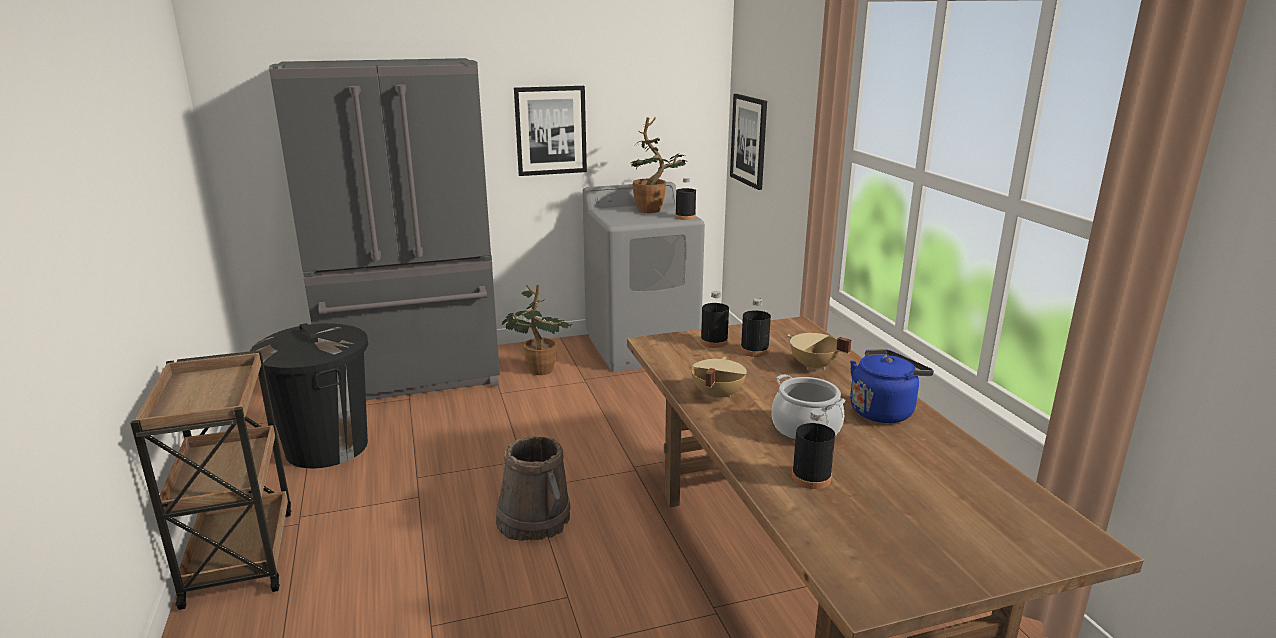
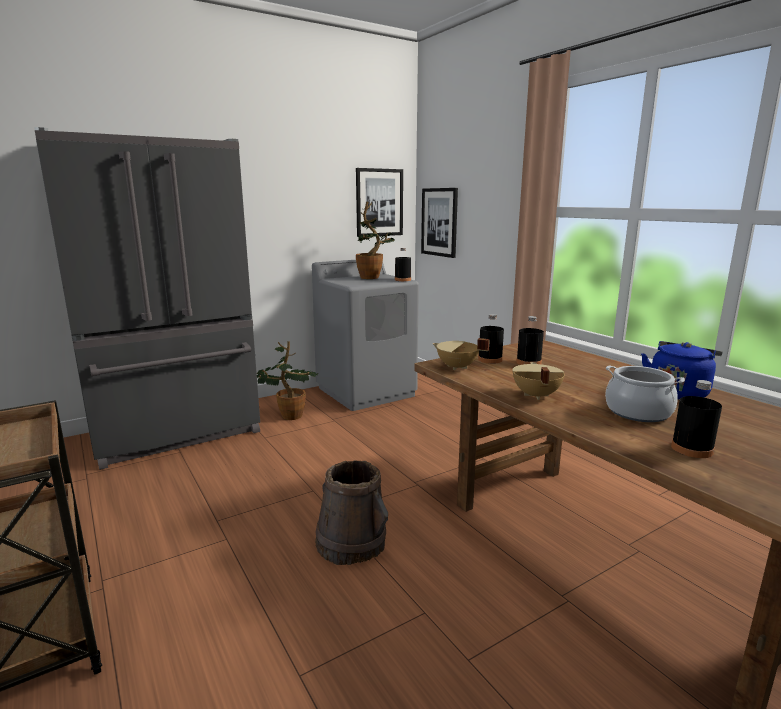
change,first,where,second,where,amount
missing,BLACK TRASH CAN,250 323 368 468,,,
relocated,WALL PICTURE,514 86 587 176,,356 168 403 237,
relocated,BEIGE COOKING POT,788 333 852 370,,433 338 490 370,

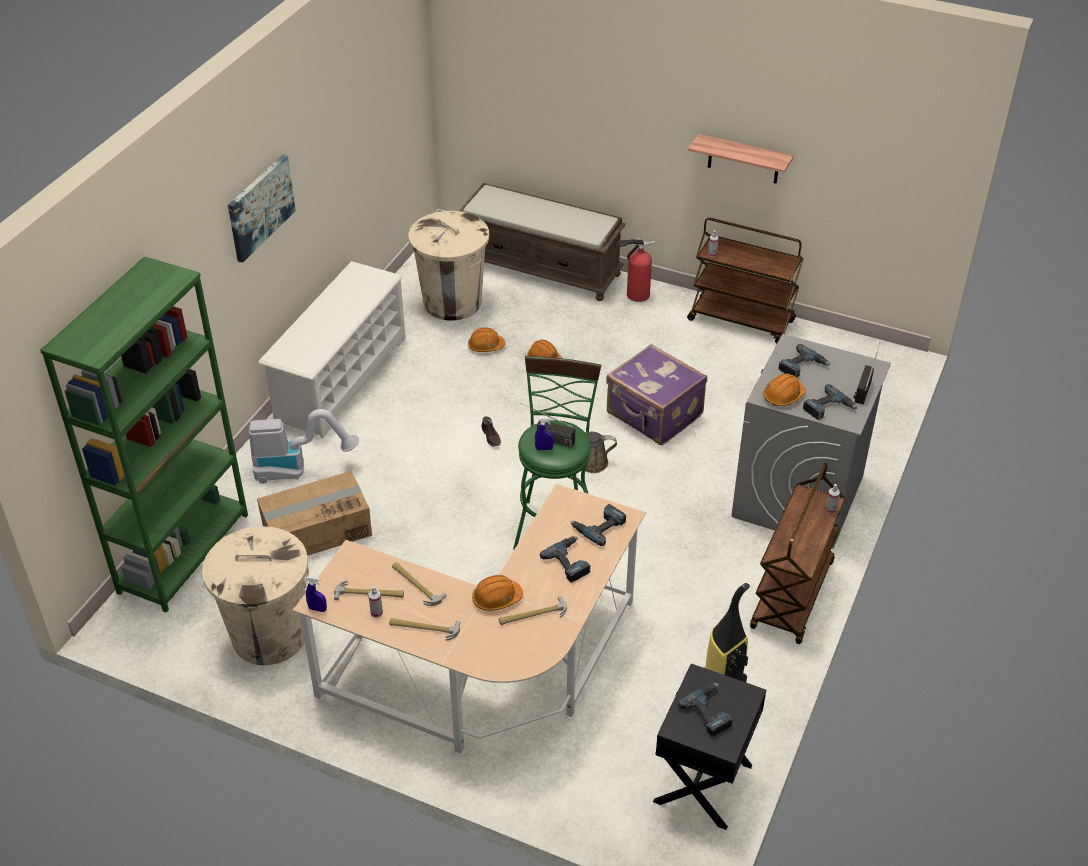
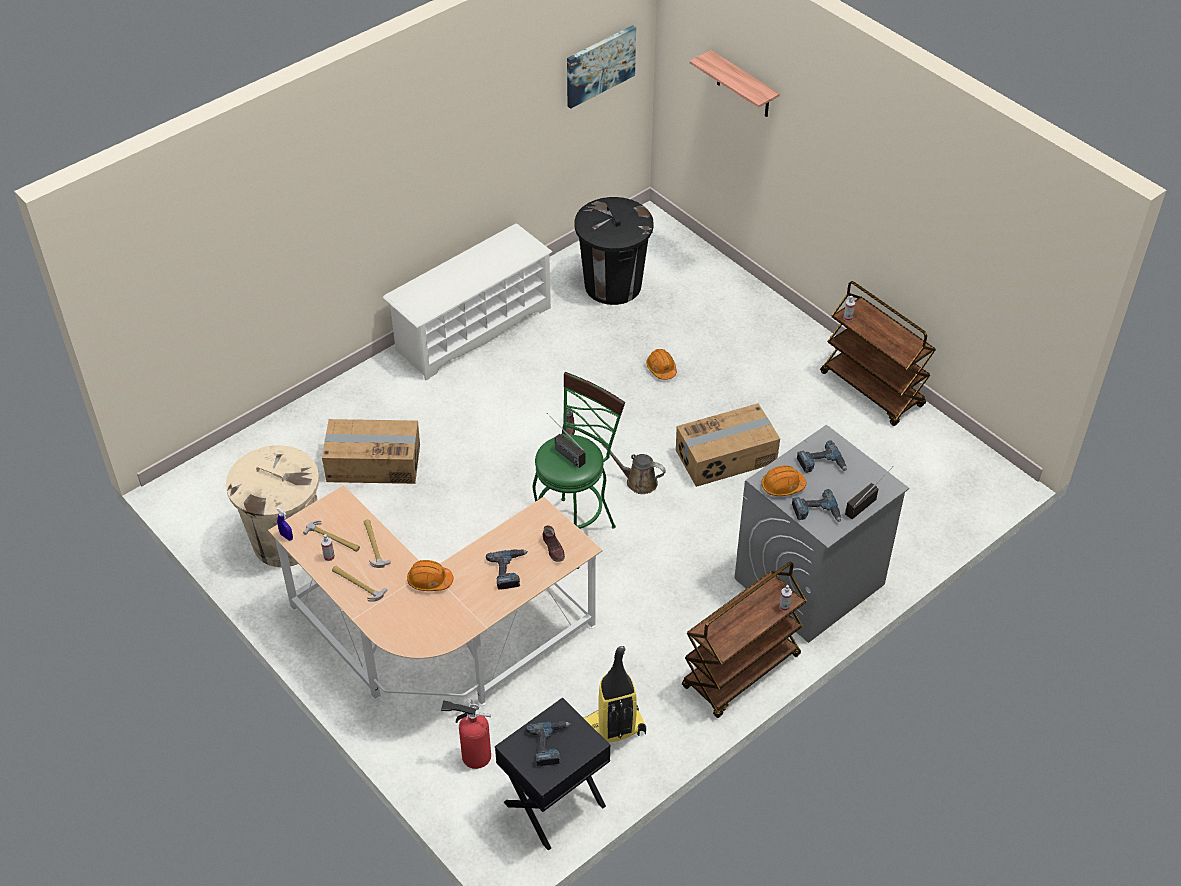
change,first,where,second,where,amount
missing,GREENISH BOOKCASE,40 256 248 613,,,
relocated,WALL PICTURE,228 155 296 263,,567 25 636 109,
missing,VACUUM,249 409 359 484,,,
colour,BEIGE TRASH CAN,409 211 489 321,BLACK TRASH CAN,574 197 654 305,
missing,BROWN-COLOURED BENCH,459 183 626 301,,,
missing,ORANGE WORK HELMET,468 327 505 352,,,
missing,TOOL HAMMER,499 596 567 625,,,
missing,BLUE SPRAY BOTTLE,535 417 554 450,,,
exchanged,POWER DRILL,570 504 626 546,BROWN-COLOURED ITEM OF FOOTWEAR,543 525 565 562,
exchanged,PURPLISH SUITCASE,606 344 707 445,CARTON,676 403 780 487,
relocated,FIRE EXTINGUISHER,617 238 655 302,,441 699 491 769,
relocated,SHELF,688 134 793 184,,690 50 780 117,

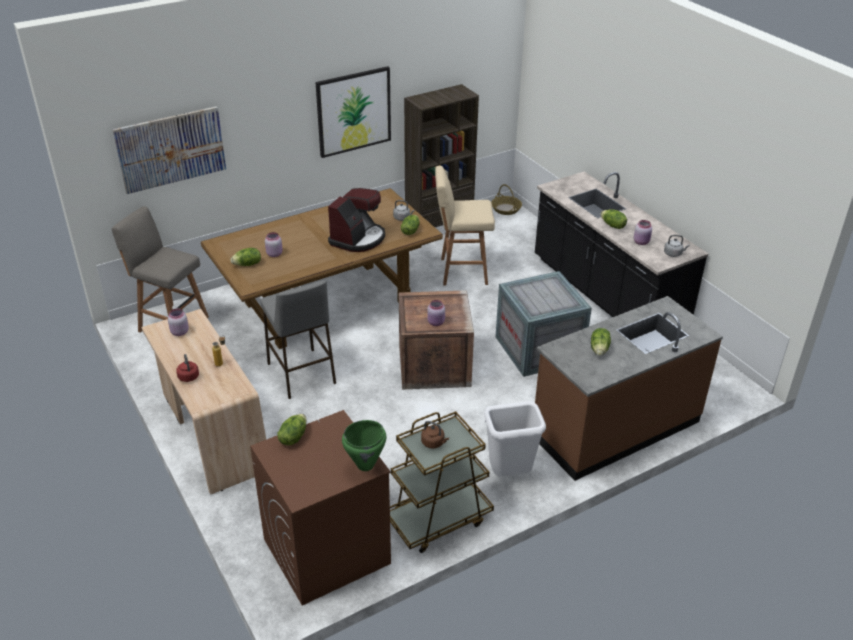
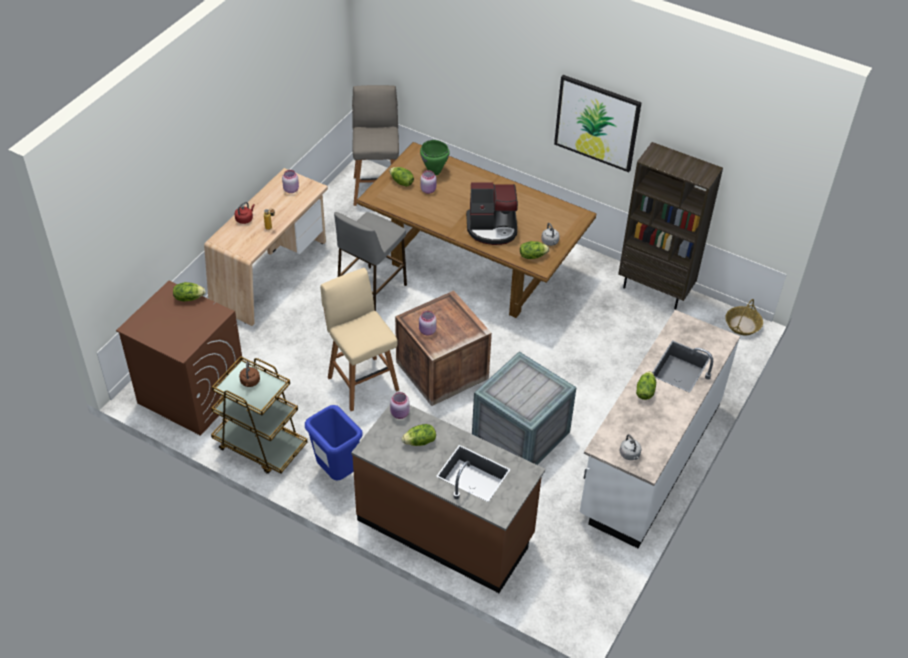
change,first,where,second,where,amount
missing,WALL PICTURE,112 106 226 194,,,
relocated,GREENISH COOKING POT,342 420 386 471,,420 140 450 175,
relocated,BEIGE SITTING STOOL,435 166 495 285,,320 268 399 411,
colour,WHITE-COLOURED TRASH CAN,484 401 546 476,BLUE TRASH CAN,305 405 362 481,
colour,BLACK COUNTER,535 172 708 317,WHITE-COLOURED COUNTER,580 310 740 548,
relocated,PINK PRESERVE JAR,634 220 652 245,,390 392 410 419,

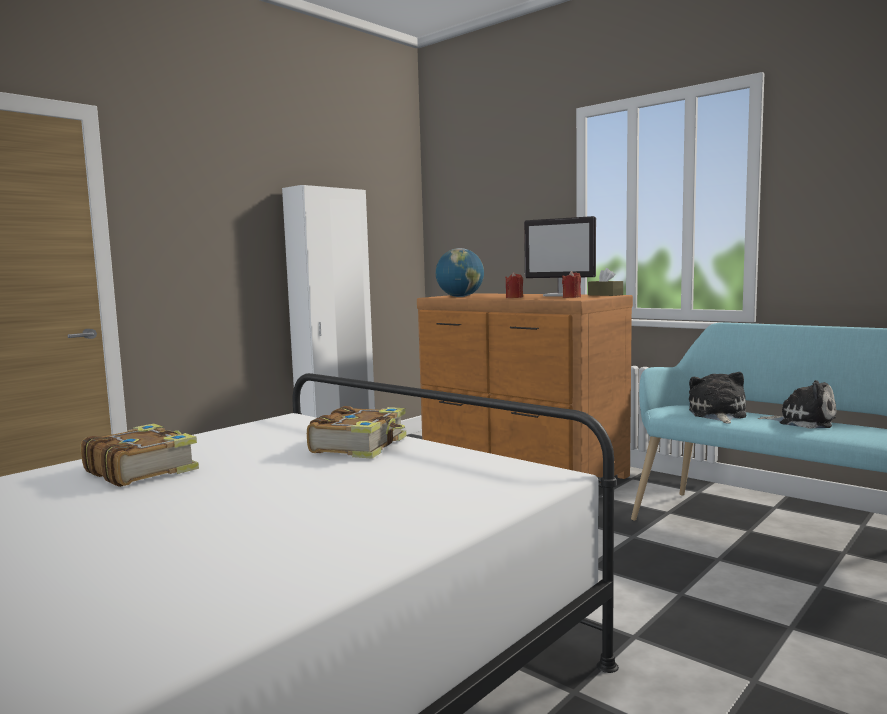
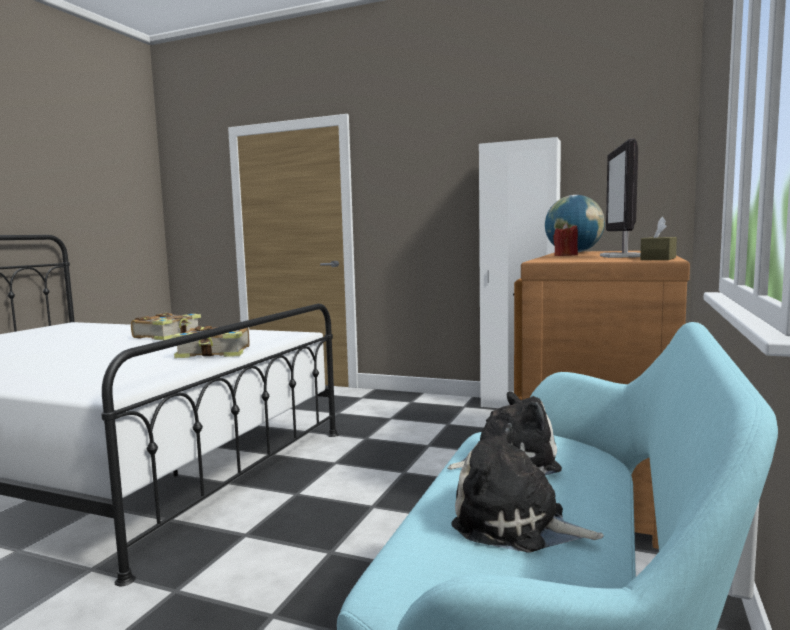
change,first,where,second,where,amount
missing,REDDISH WAX LIGHT,562 271 581 298,,,
spun,PLUSH TOY,758 380 836 428,,451 423 604 553,105 degrees clockwise

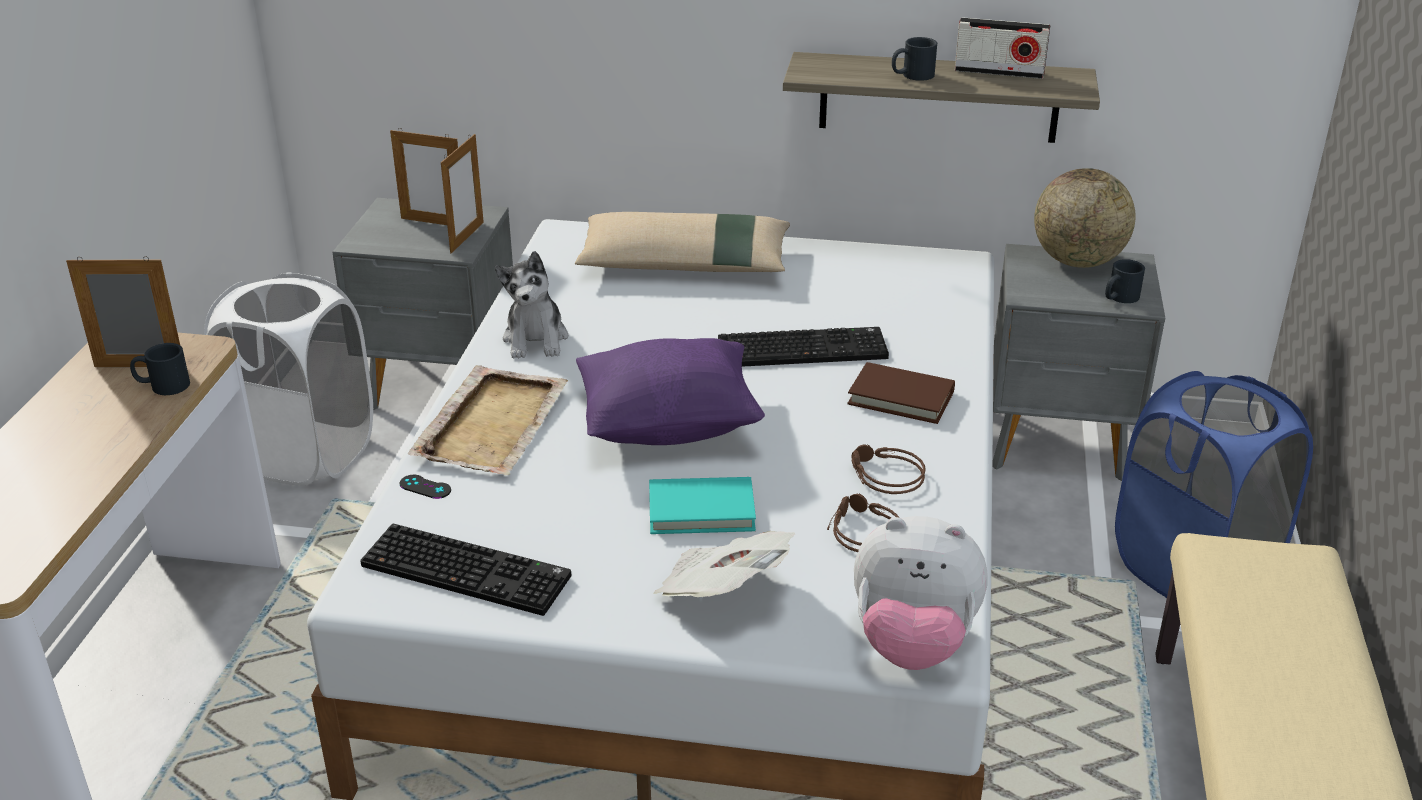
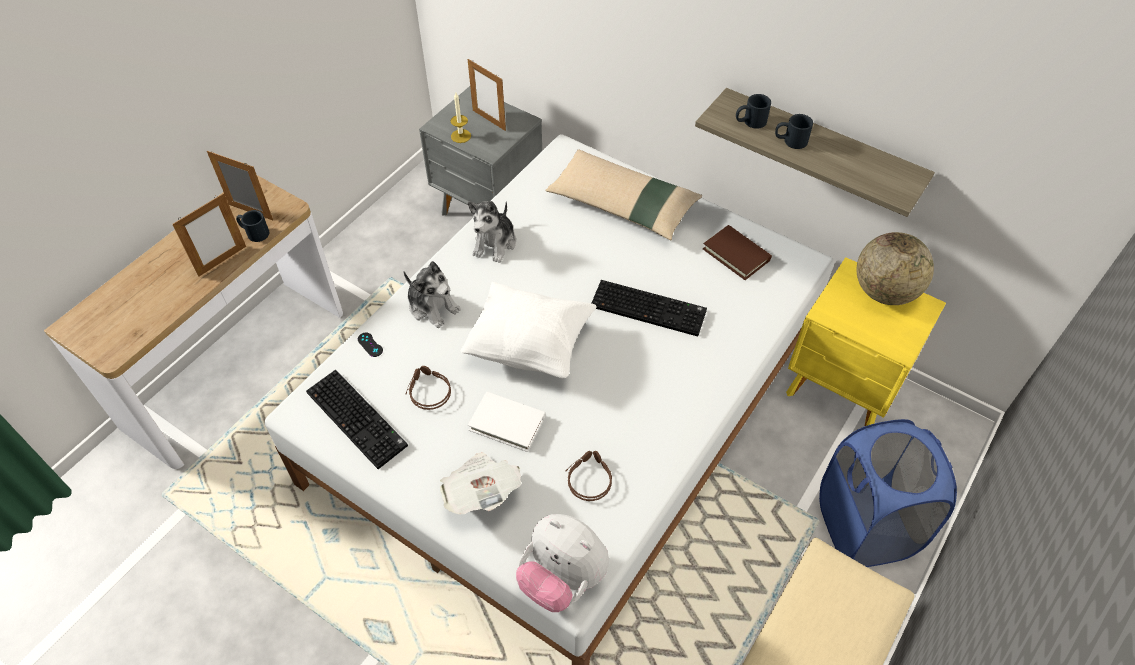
change,first,where,second,where,amount
missing,WHITE-COLOURED LAUNDRY BASKET,204 272 373 486,,,
exchanged,BEIGE SERVING TRAY,408 365 568 475,PLUSH TOY,403 261 461 328,
relocated,PICTURE FRAME,441 134 484 253,,172 193 246 277,
colour,PURPLISH THROW PILLOW,576 338 765 445,WHITE-COLOURED THROW PILLOW,461 282 597 378,
colour,BLUE-GREEN BOUND BOOK,649 477 756 534,WHITE-COLOURED BOUND BOOK,468 392 546 452,
relocated,BROWN-COLOURED BOUND BOOK,847 362 955 424,,703 225 772 280,
relocated,BROWN-COLOURED HEADPHONES,852 444 926 494,,406 366 451 410,
missing,RADIO RECEIVER,955 17 1050 79,,,
colour,GREYISH BEDSIDE TABLE,992 244 1165 481,YELLOWISH BEDSIDE TABLE,786 257 946 427,
relocated,BLACK TEA MUG,1105 259 1145 303,,736 94 771 129,
appeared,,,WAX LIGHT,450 93 471 143,

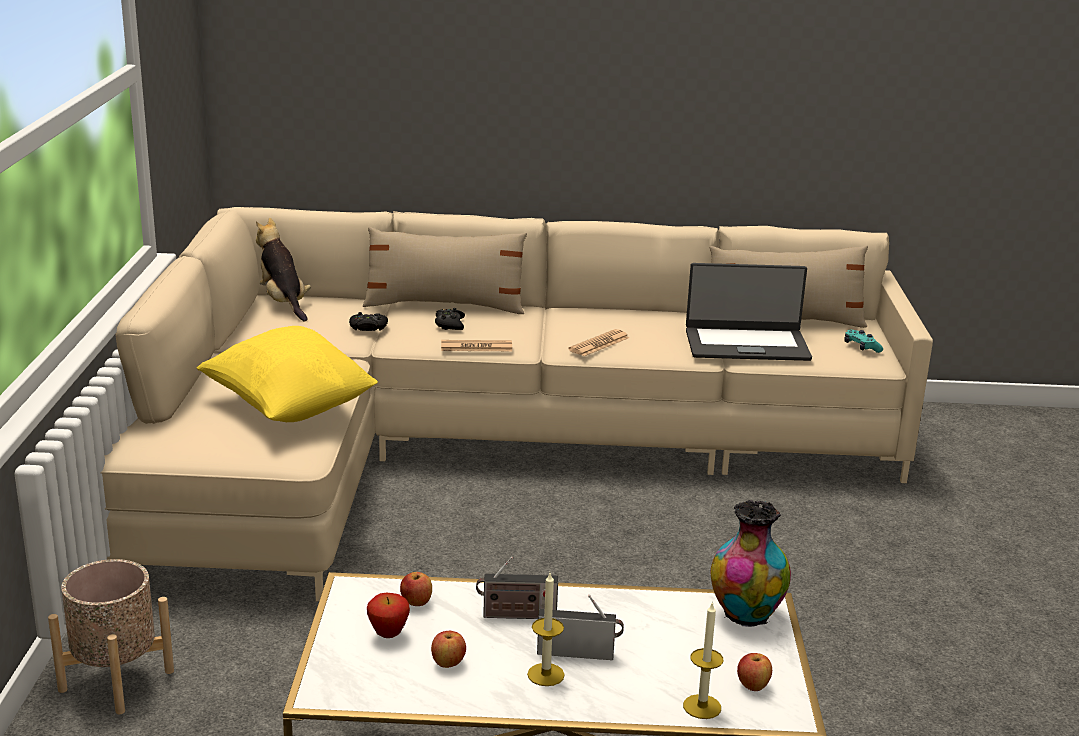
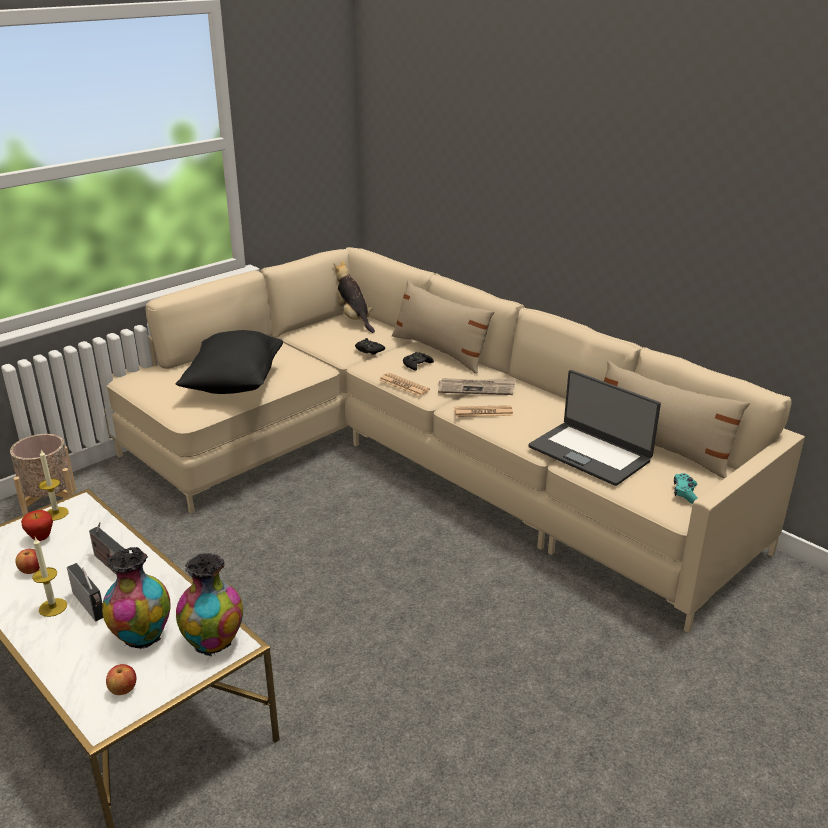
change,first,where,second,where,amount
colour,YELLOWISH THROW PILLOW,196 326 378 422,BLACK THROW PILLOW,176 330 283 394,
spun,PLUSH TOY,256 218 311 321,,334 260 375 333,45 degrees counterclockwise
missing,APPLE,400 572 432 606,,,
relocated,WAX LIGHT,683 601 723 719,,39 450 69 521,
appeared,,,VASE,102 547 171 649,
appeared,,,DAILY PAPER,438 378 515 395,

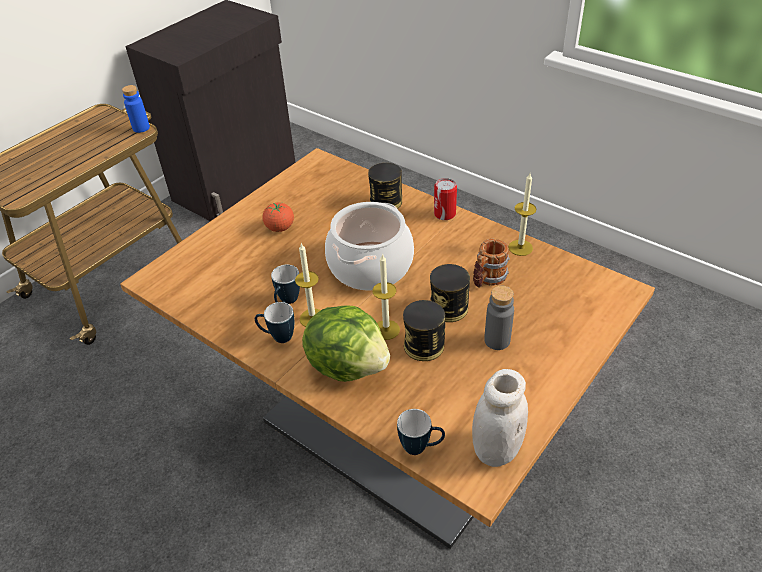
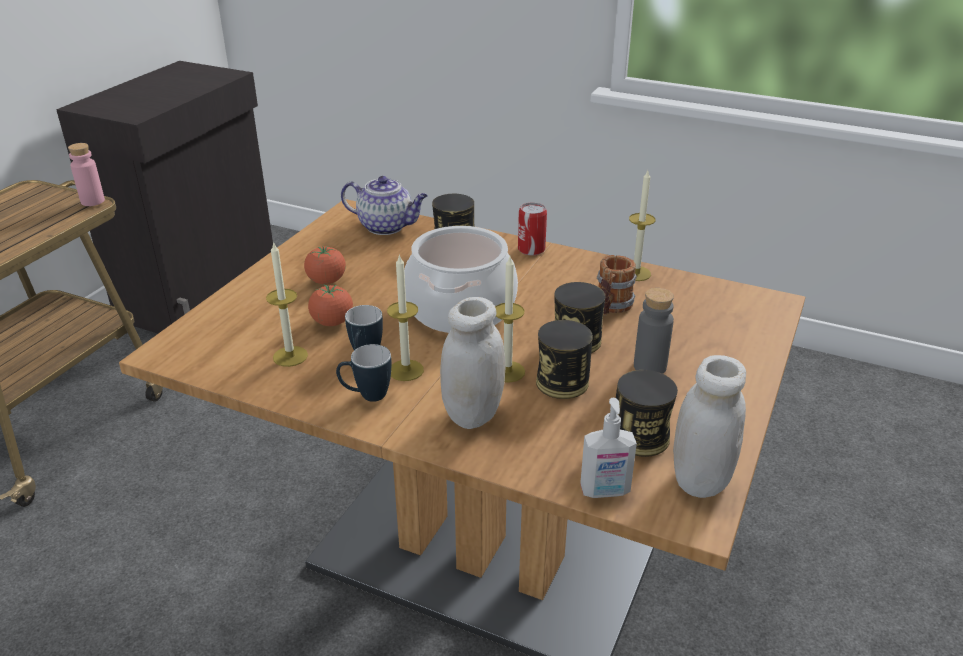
change,first,where,second,where,amount
colour,BLUE DRINK BOTTLE,122 85 150 133,PINK DRINK BOTTLE,68 143 105 206,
exchanged,LETTUCE,302 305 390 382,WHITE-COLOURED PRESERVE JAR,440 297 505 429,
exchanged,TEA MUG,397 409 445 455,SOAP DISPENSER,580 398 637 498,
appeared,,,WAX LIGHT,266 241 308 367,
appeared,,,FRESH TOMATO,308 285 353 326,
appeared,,,TEA POT,341 176 428 235,
appeared,,,CAN,616 370 678 457,

